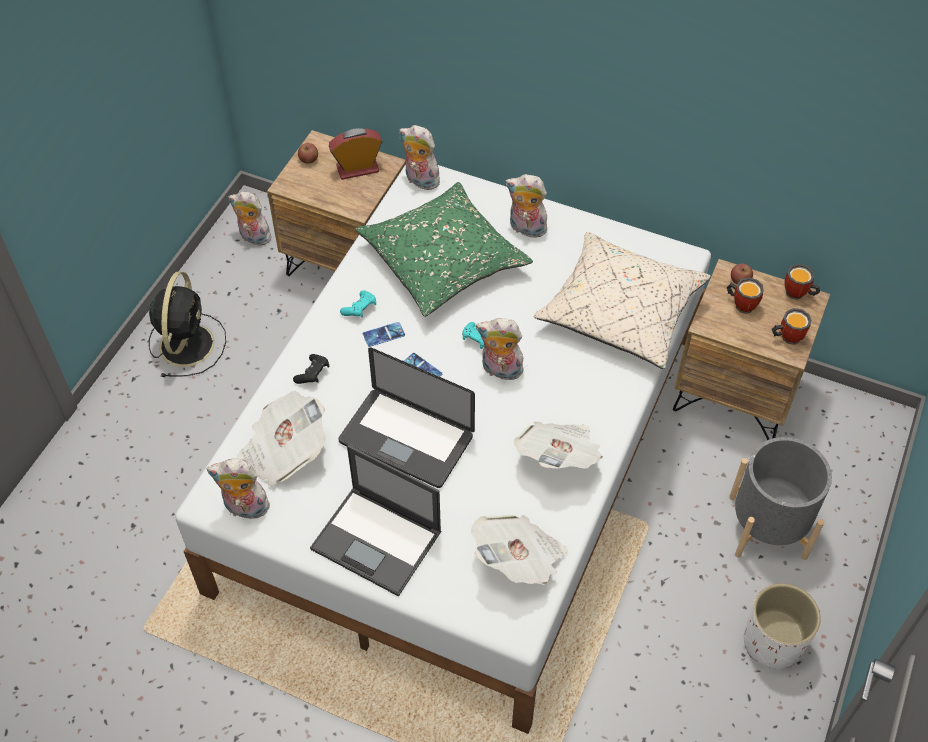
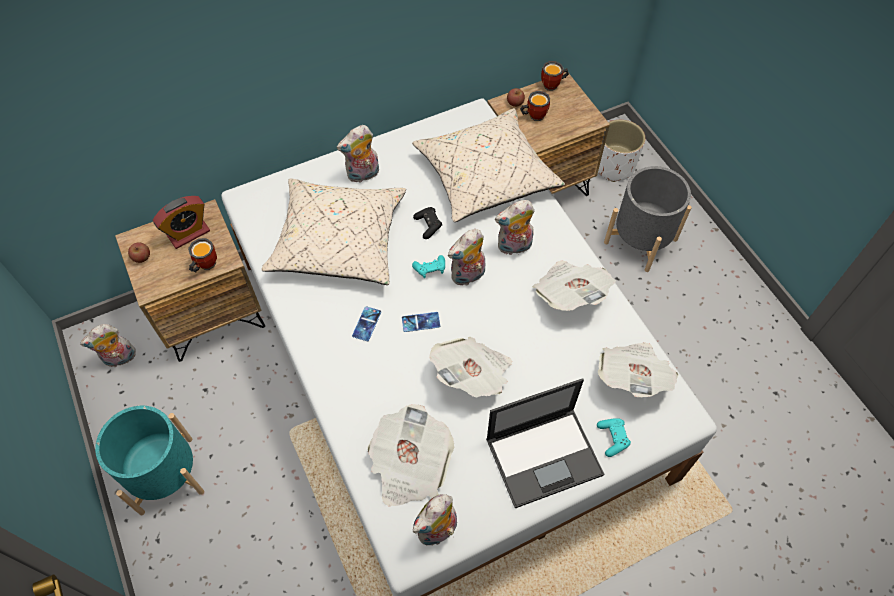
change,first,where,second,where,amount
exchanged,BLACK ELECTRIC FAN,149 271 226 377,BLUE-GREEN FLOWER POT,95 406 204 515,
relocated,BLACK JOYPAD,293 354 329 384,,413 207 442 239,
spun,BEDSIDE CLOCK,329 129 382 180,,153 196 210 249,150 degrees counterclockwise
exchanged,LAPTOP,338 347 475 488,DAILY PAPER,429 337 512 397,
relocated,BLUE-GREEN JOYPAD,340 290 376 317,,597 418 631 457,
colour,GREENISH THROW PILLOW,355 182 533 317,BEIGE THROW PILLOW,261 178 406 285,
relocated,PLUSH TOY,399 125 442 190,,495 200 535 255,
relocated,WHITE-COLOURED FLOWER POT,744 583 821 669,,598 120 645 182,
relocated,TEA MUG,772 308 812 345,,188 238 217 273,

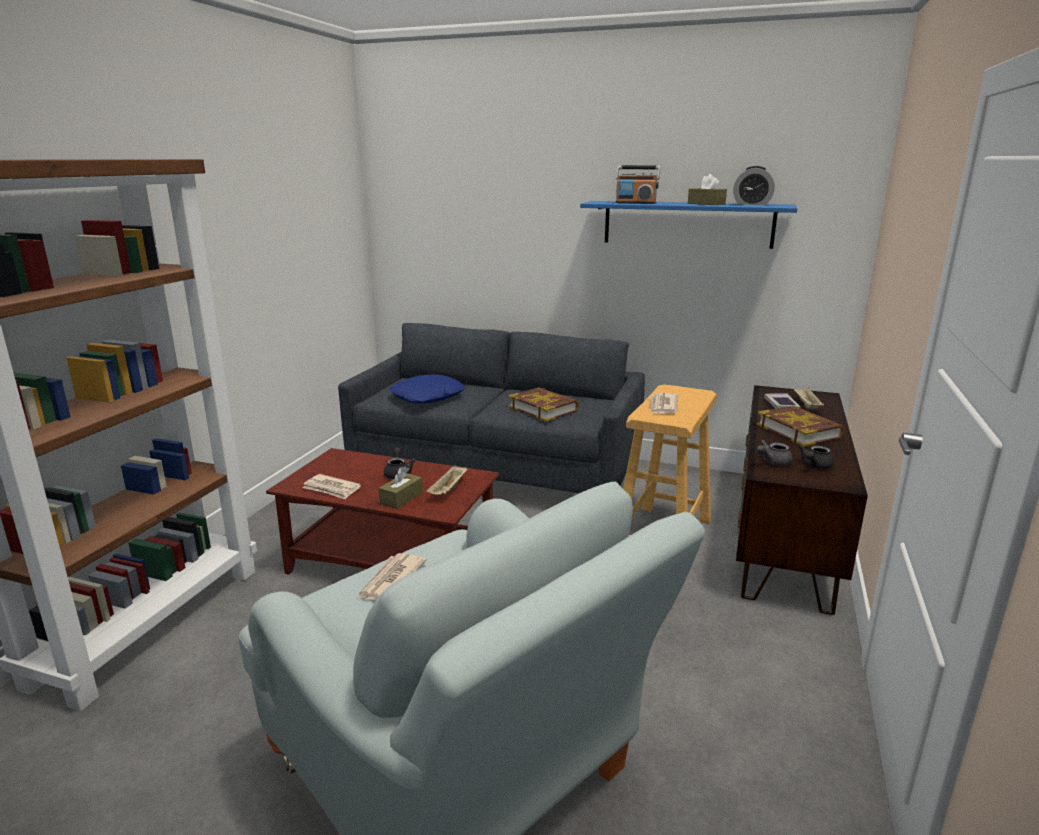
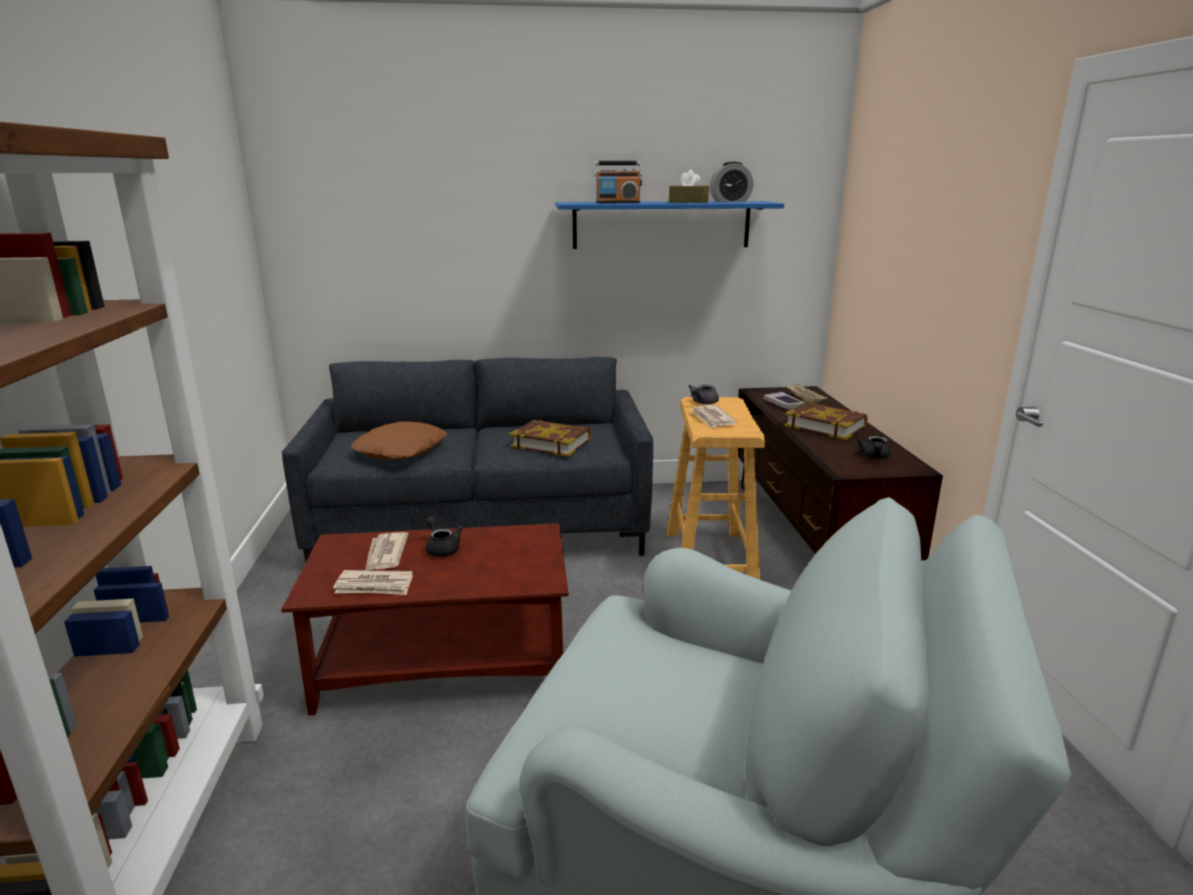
change,first,where,second,where,amount
relocated,DAILY PAPER,358 553 427 600,,365 532 409 570,
missing,BROWN-COLOURED BOX OF TISSUES,379 467 423 509,,,
colour,BLUE THROW PILLOW,390 374 465 403,BROWN-COLOURED THROW PILLOW,351 421 447 460,
missing,BEIGE SERVING TRAY,426 465 467 495,,,
relocated,GREYISH TEA POT,757 440 793 466,,688 384 719 404,

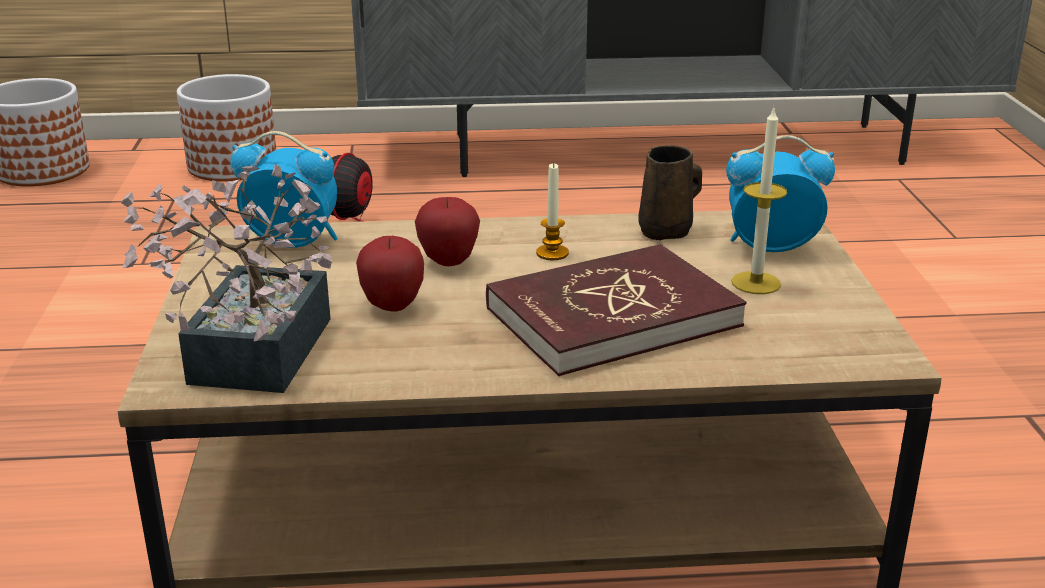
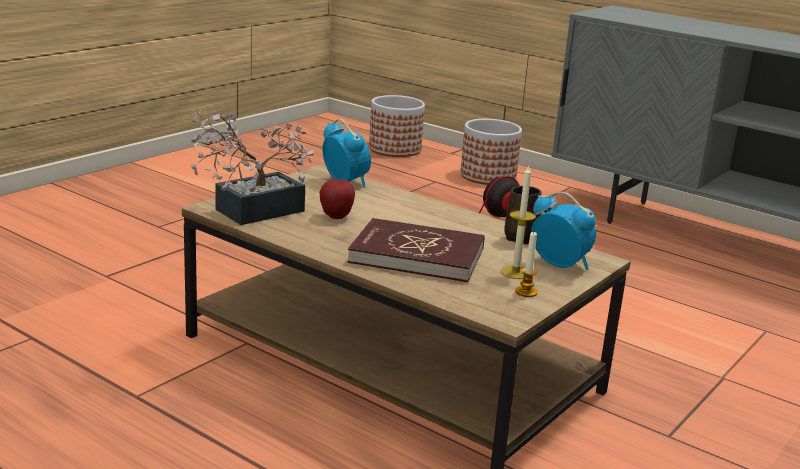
change,first,where,second,where,amount
missing,APPLE,415 197 480 266,,,
relocated,WAX LIGHT,536 162 569 260,,515 232 538 297,

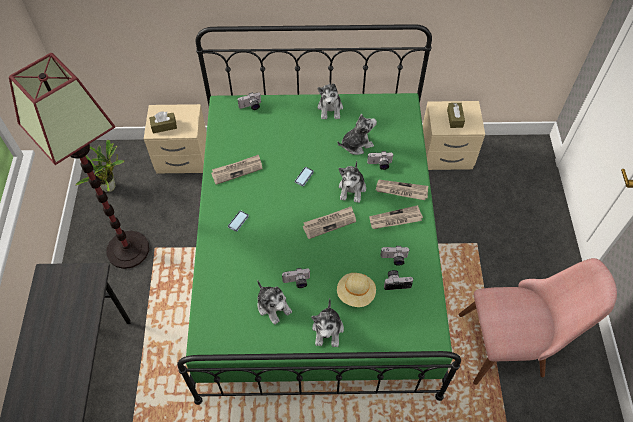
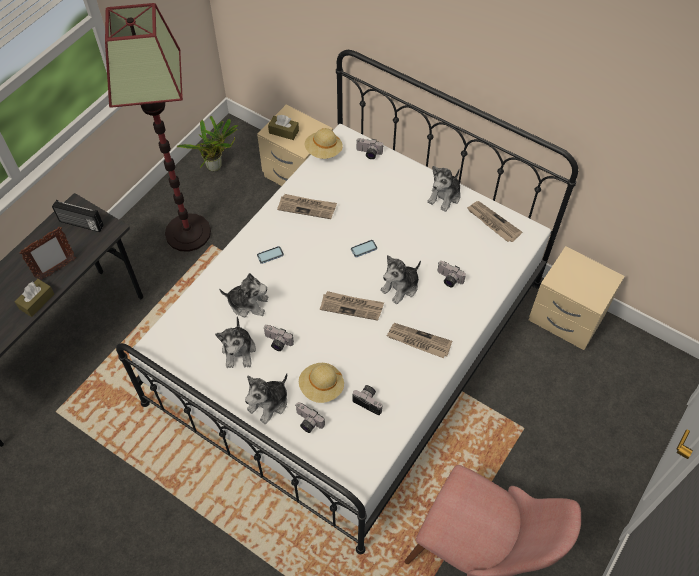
change,first,where,second,where,amount
colour,GREENISH BED,177 24 461 405,WHITE-COLOURED BED,116 50 578 554,
relocated,PLUSH TOY,337 114 377 155,,219 273 269 317,
relocated,DAILY PAPER,376 180 428 200,,467 201 522 242,
relocated,STILL CAMERA,380 246 409 266,,296 402 325 433,
relocated,BROWN-COLOURED BOX OF TISSUES,447 103 465 128,,15 279 54 317,
appeared,,,PICTURE FRAME,19 227 76 280,
appeared,,,RADIO RECEIVER,52 200 104 232,
appeared,,,BEIGE WEARABLE HAT,305 128 343 159,

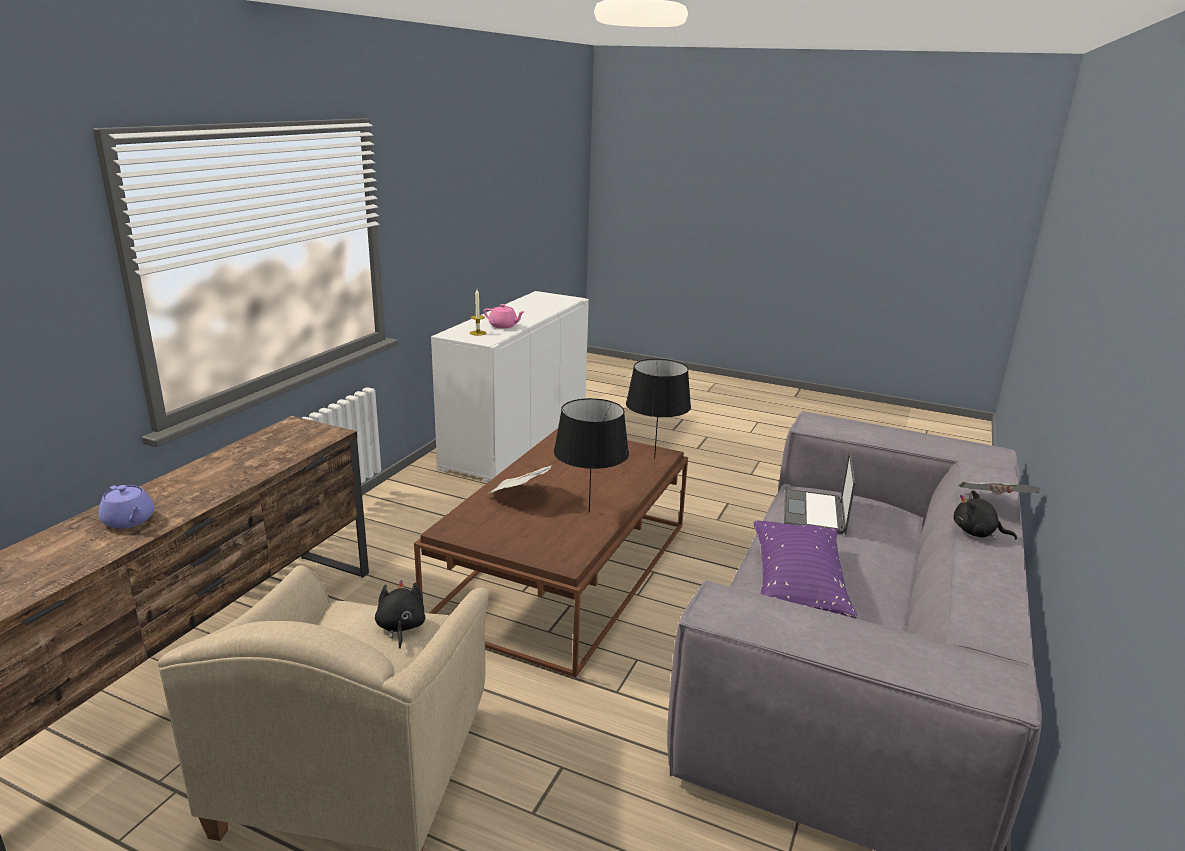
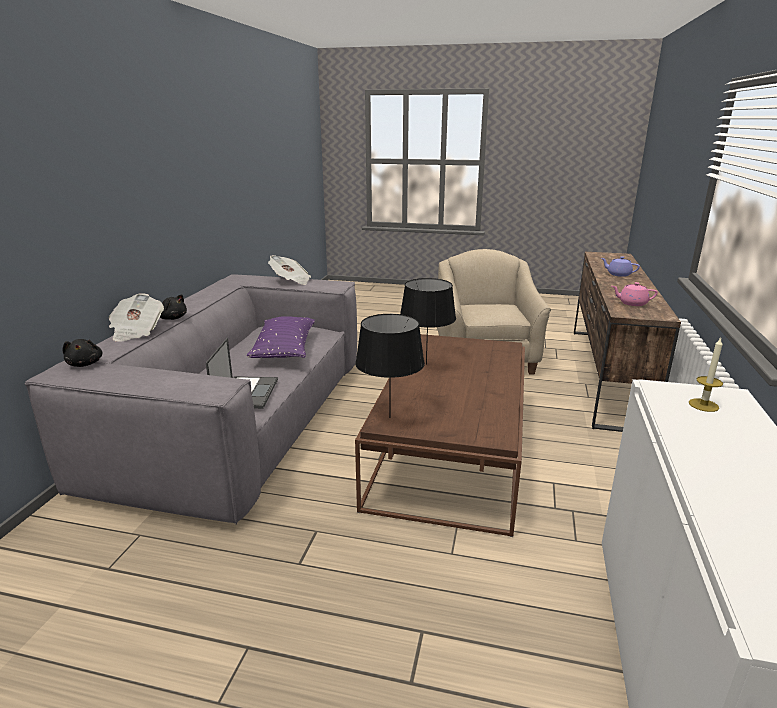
change,first,where,second,where,amount
relocated,BLACK PLUSH TOY,375 580 425 649,,63 339 102 367,
relocated,PINK TEA POT,484 304 524 328,,612 282 658 306,
relocated,DAILY PAPER,489 465 552 493,,268 255 311 285,

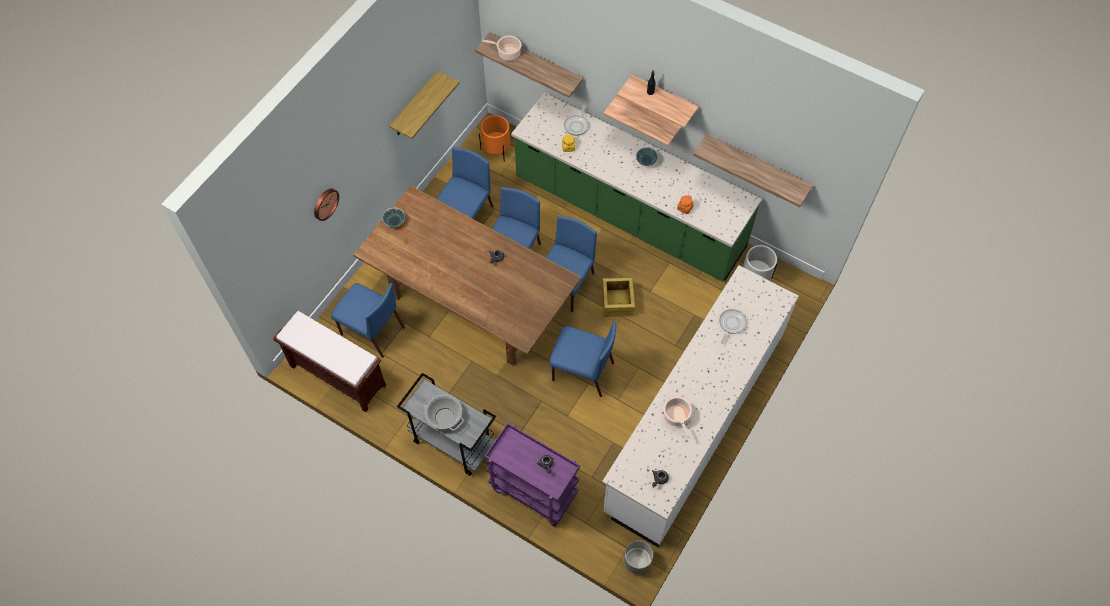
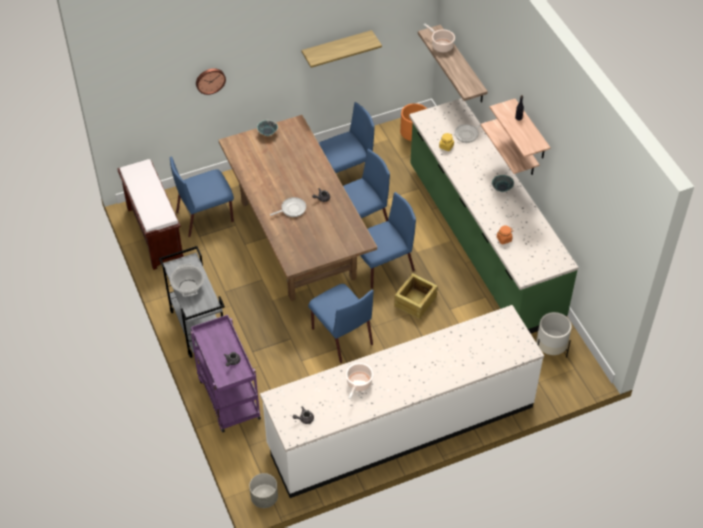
change,first,where,second,where,amount
spun,BLUE CHAIR,331 283 405 358,,170 156 234 237,90 degrees clockwise
missing,SHELF,693 134 813 207,,,
relocated,FRYING PAN,719 309 747 344,,270 197 306 217,

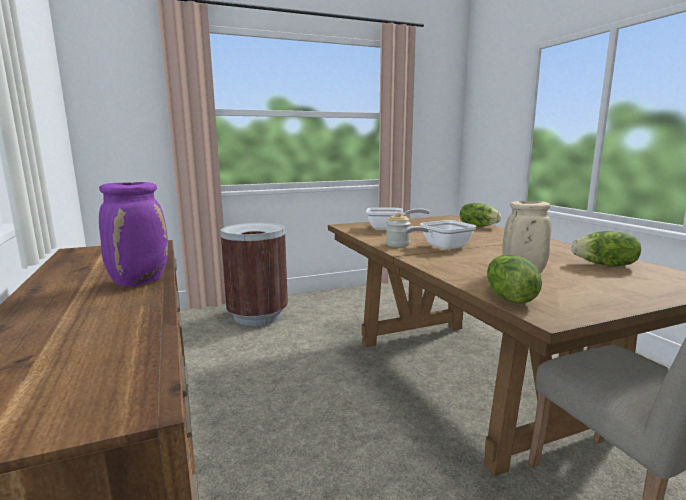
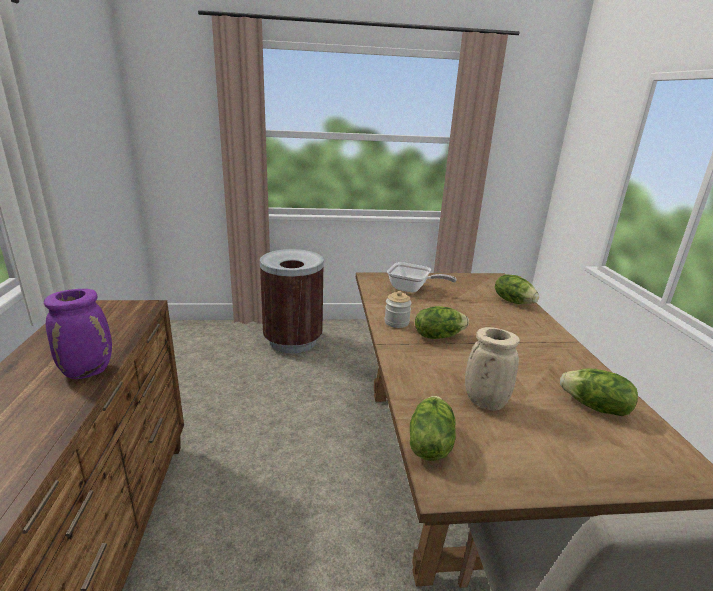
change,first,where,second,where,amount
exchanged,FRYING PAN,402 220 476 249,LETTUCE,415 306 469 339,

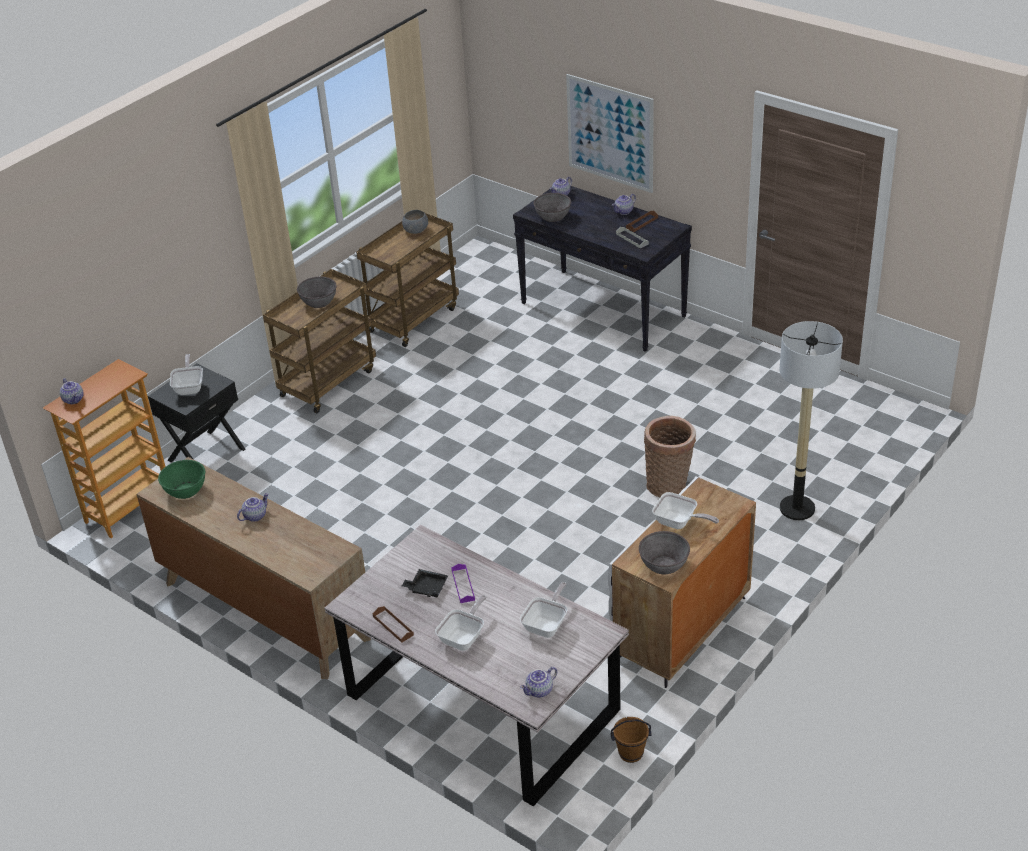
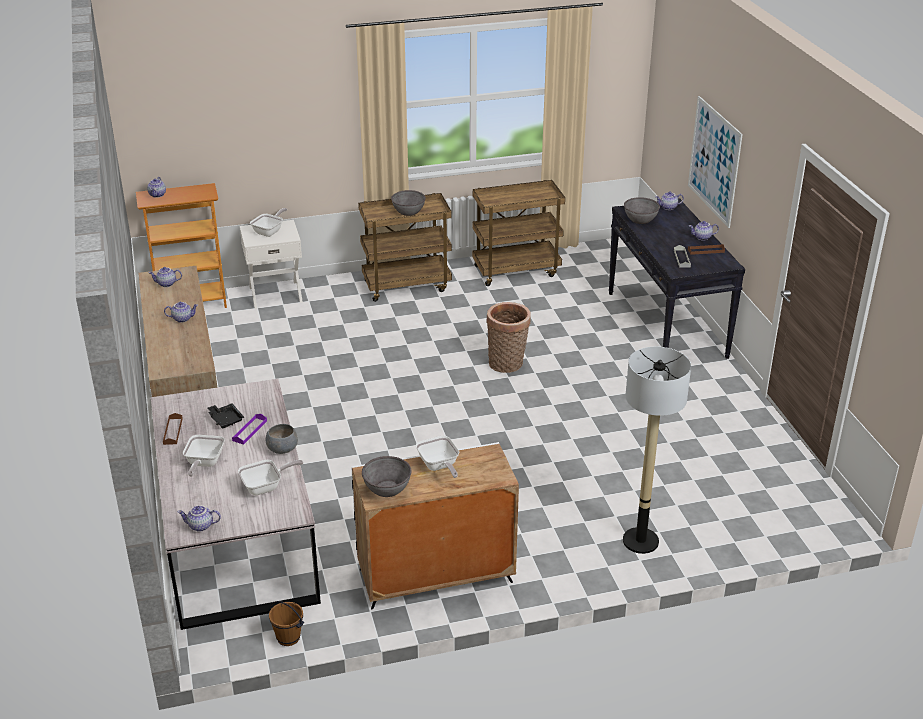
change,first,where,second,where,amount
colour,BLACK BEDSIDE TABLE,148 363 246 462,WHITE-COLOURED BEDSIDE TABLE,240 220 303 309,
exchanged,GREENISH SERVING BOWL,158 460 205 499,TEA POT,149 267 182 287,
relocated,GREYISH SERVING BOWL,402 210 428 234,,266 424 298 454,
spun,FRYING PAN,435 595 487 651,,183 435 225 477,120 degrees clockwise
relocated,BASKET,644 416 696 497,,486 302 531 373,

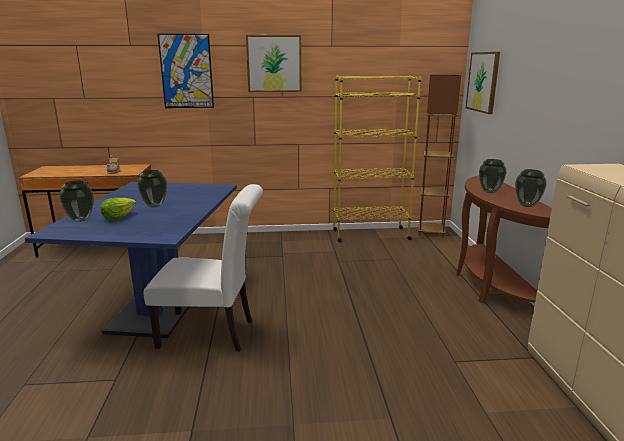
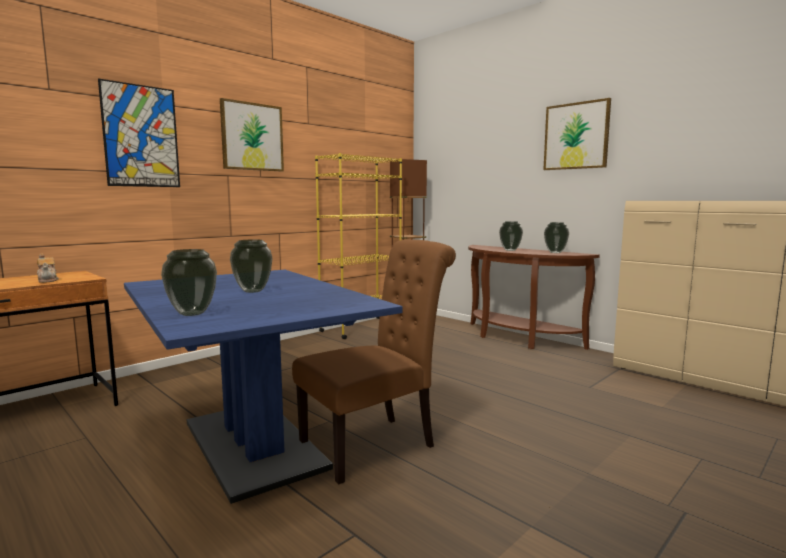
change,first,where,second,where,amount
missing,LETTUCE,100 198 136 220,,,
colour,WHITE-COLOURED CHAIR,143 184 263 351,BROWN-COLOURED CHAIR,292 239 456 485,
relocated,WALL PICTURE,466 52 500 114,,543 98 611 170,

